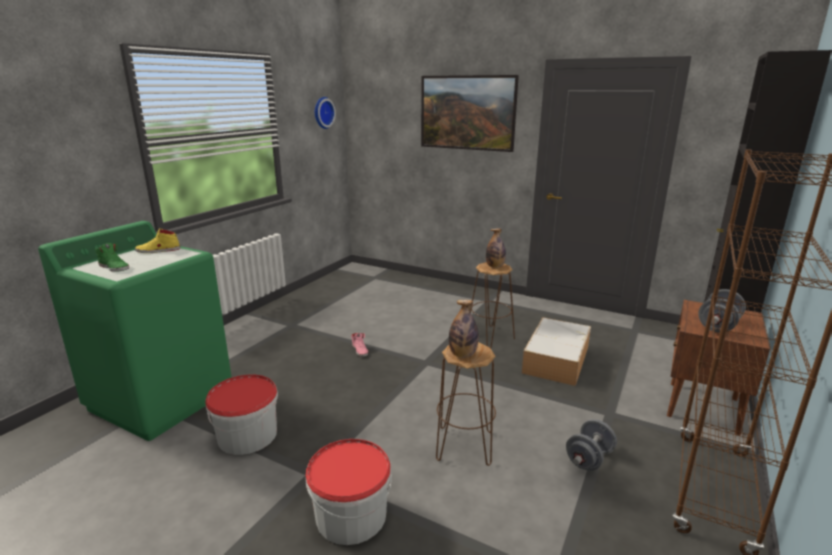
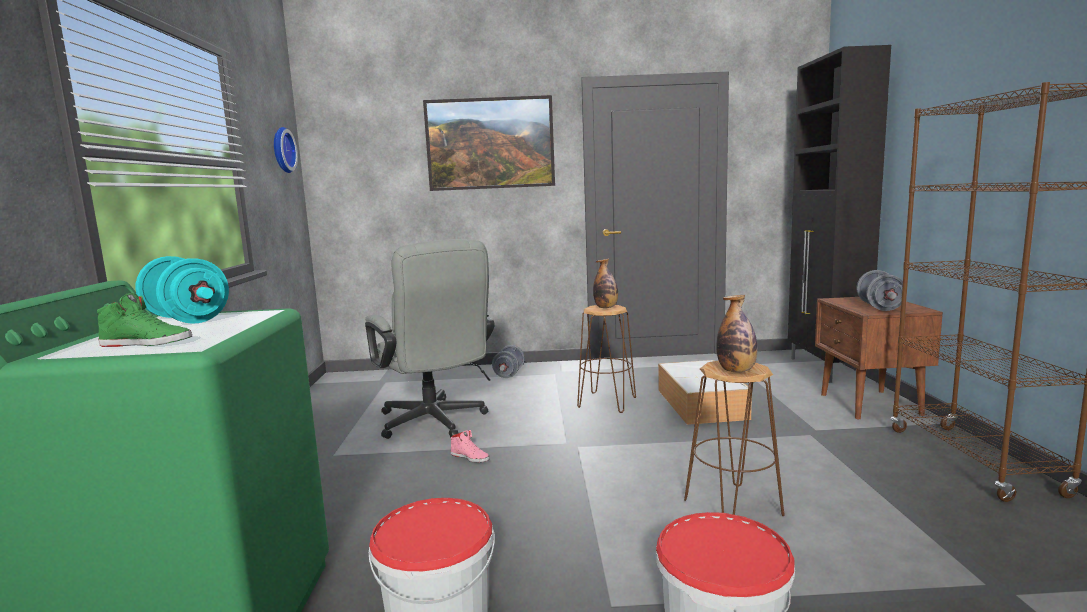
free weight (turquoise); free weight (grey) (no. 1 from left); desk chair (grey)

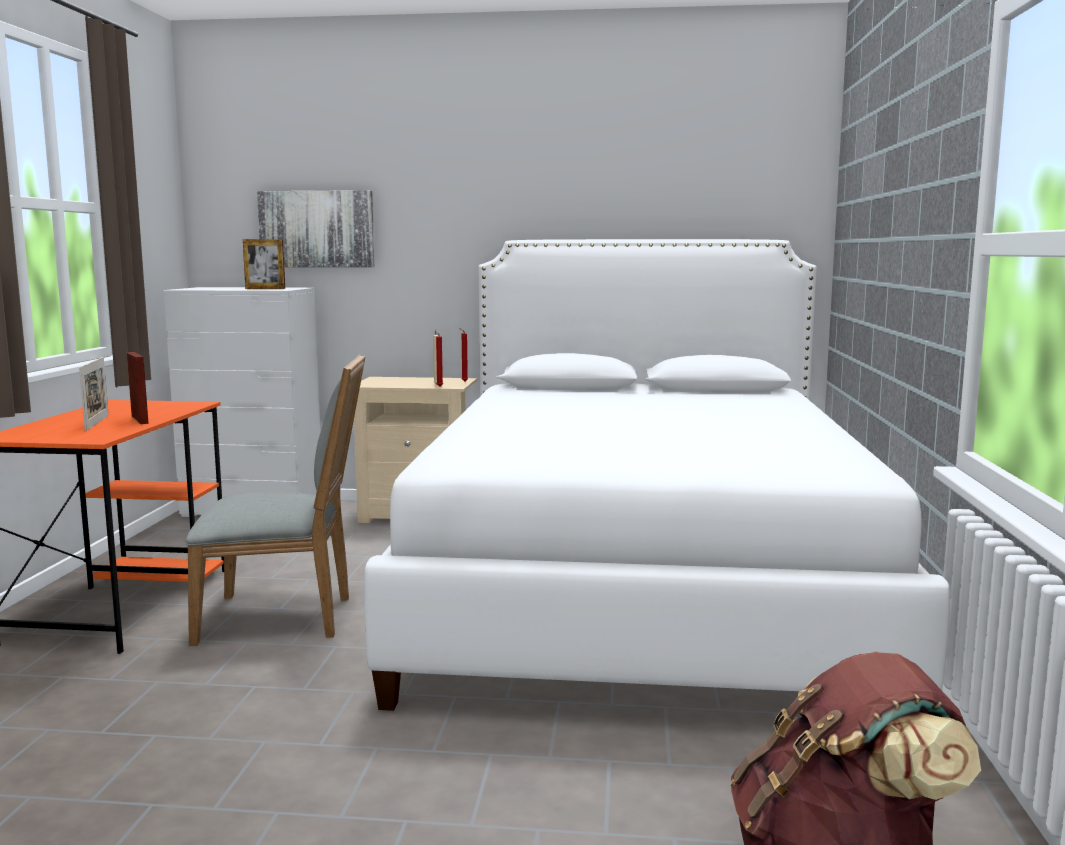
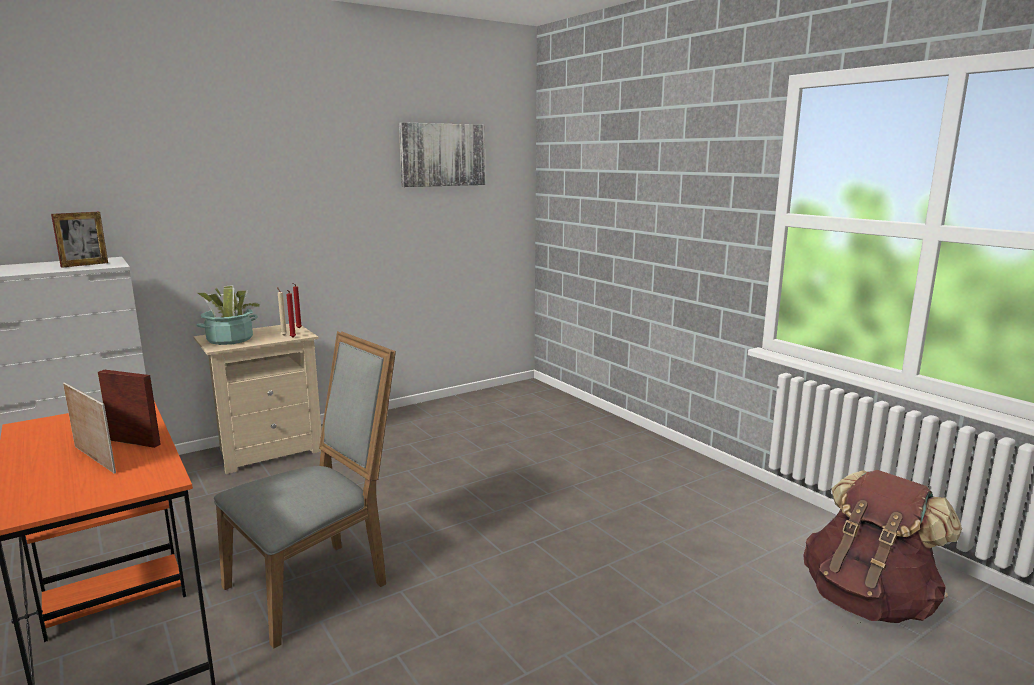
wall art; bed (white-coloured); houseplant

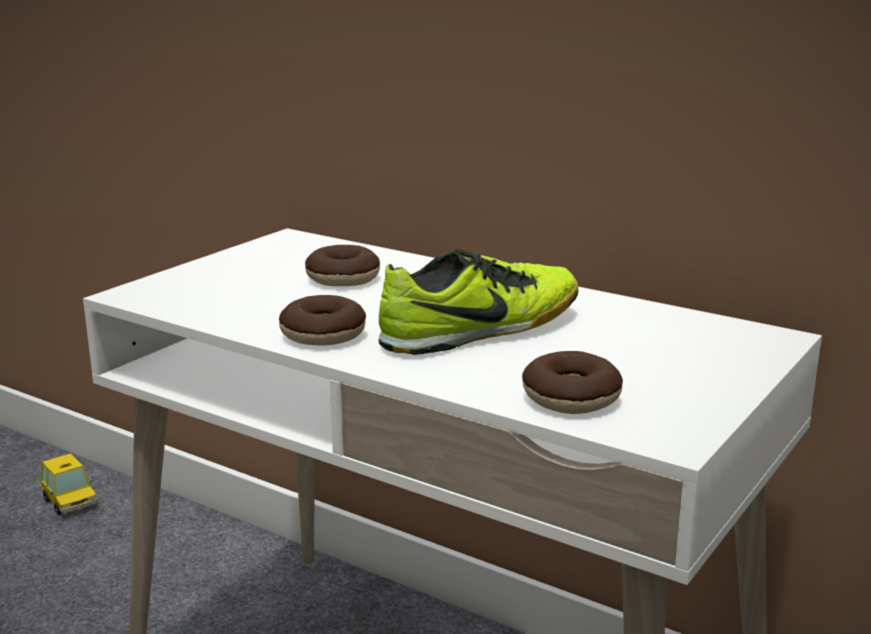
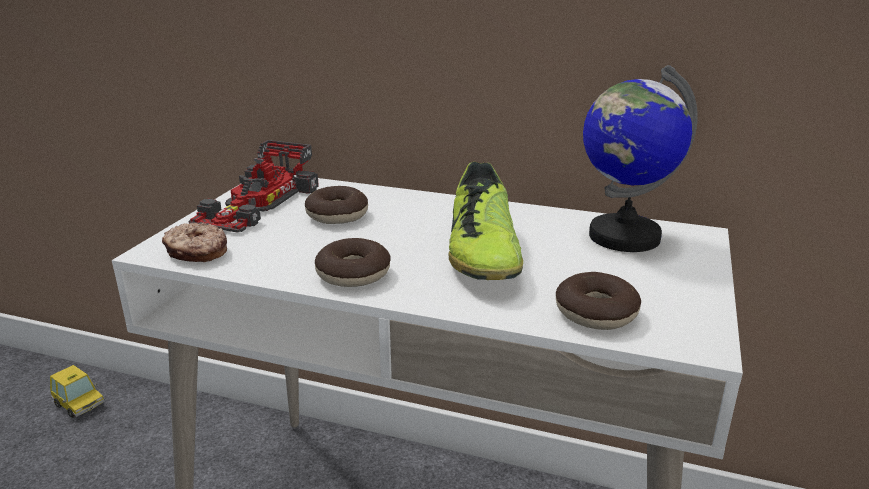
low shoe; ring doughnut (no. 1 from left); miniature car (no. 2 from left); desk globe

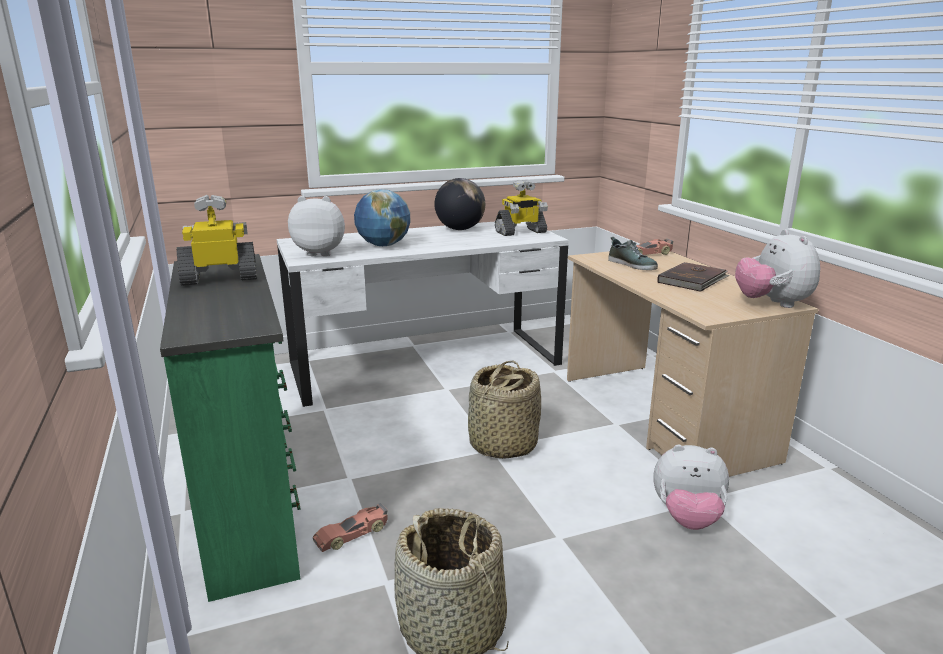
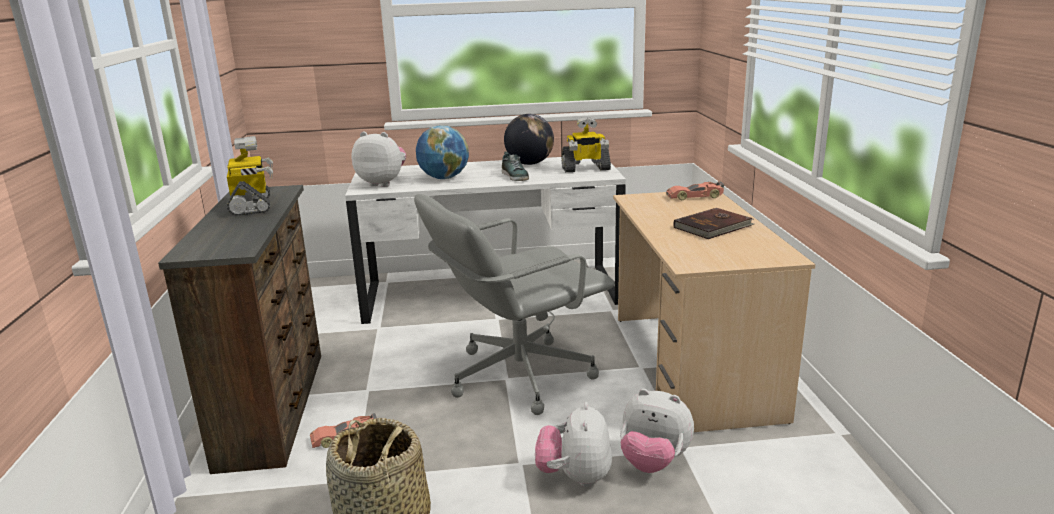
drawer chest (brown); model robot (no. 1 from left); desk chair (grey); low shoe; cuddly toy (no. 2 from left)

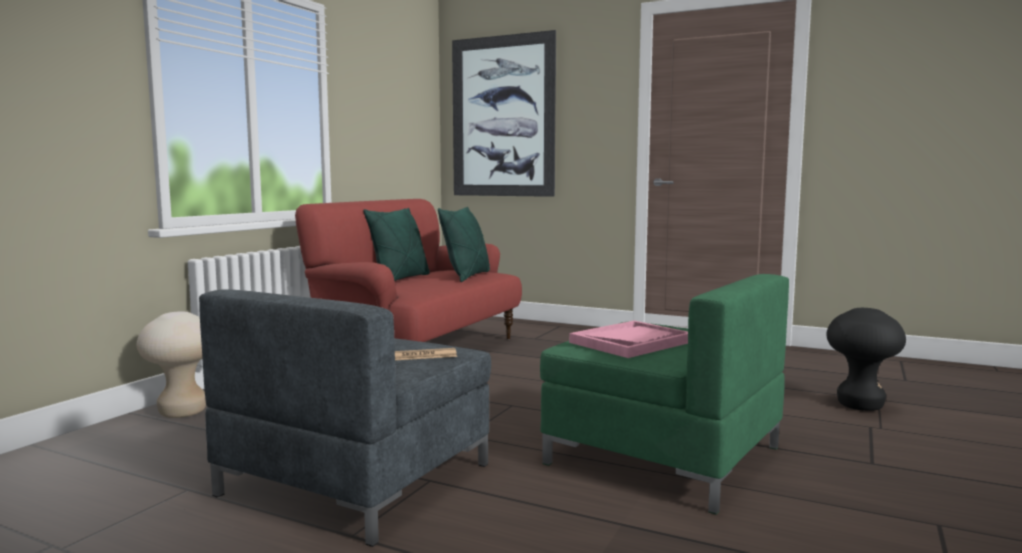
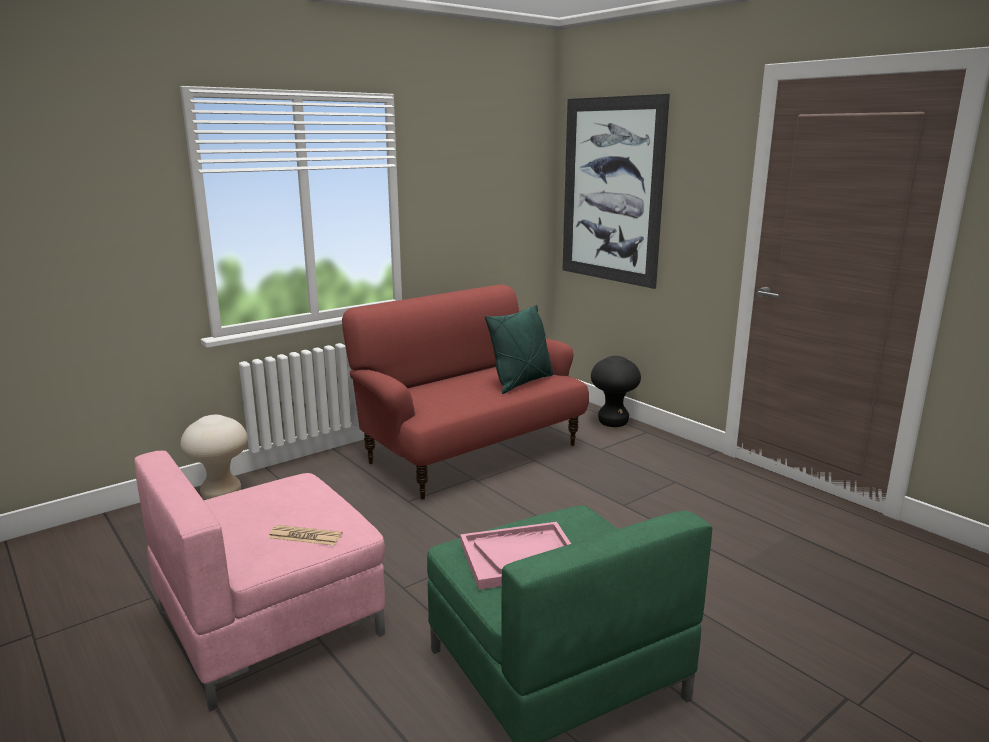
easy chair (pink); cushion (green-coloured) (no. 1 from left in the first image); stool seat (blackish)

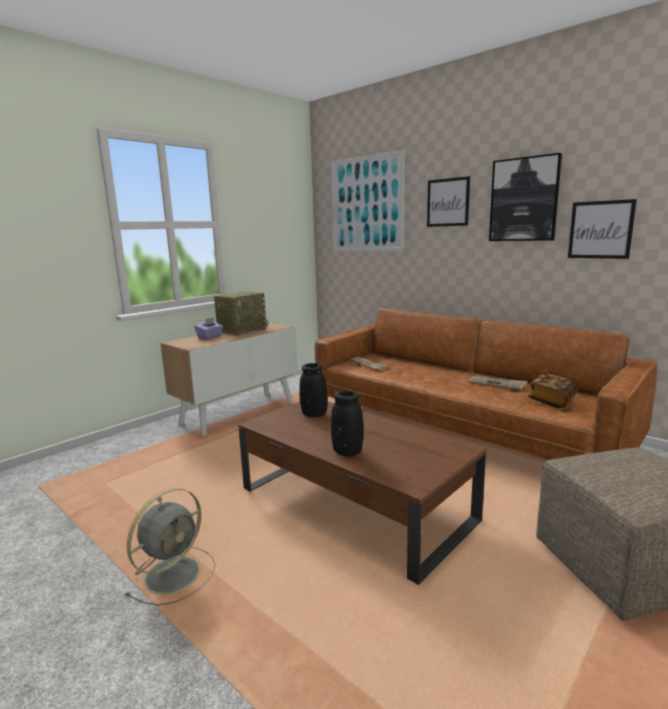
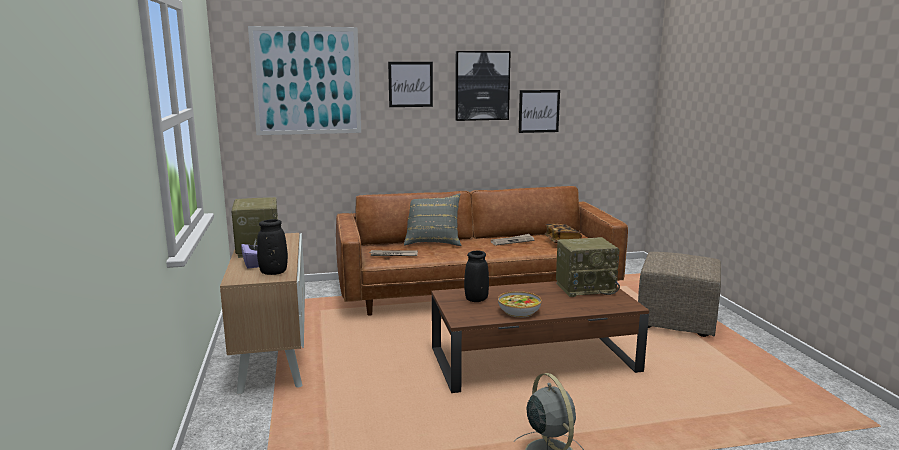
flower vase (blackish) (no. 1 from left); cushion (grey); deep dish; radio receiver (no. 2 from left)

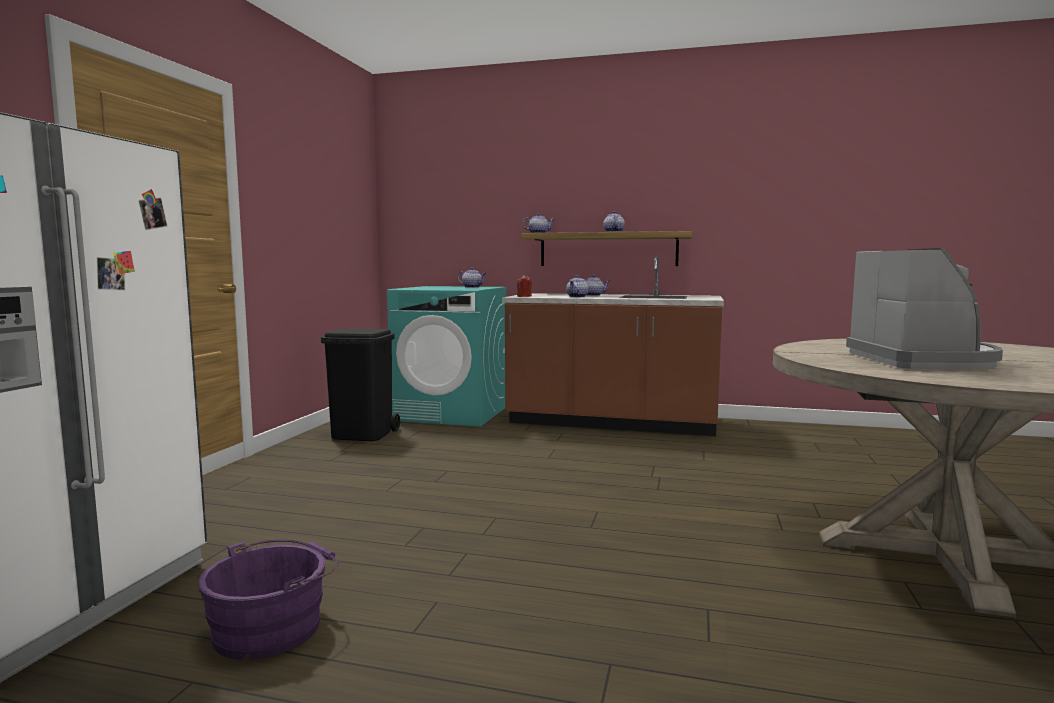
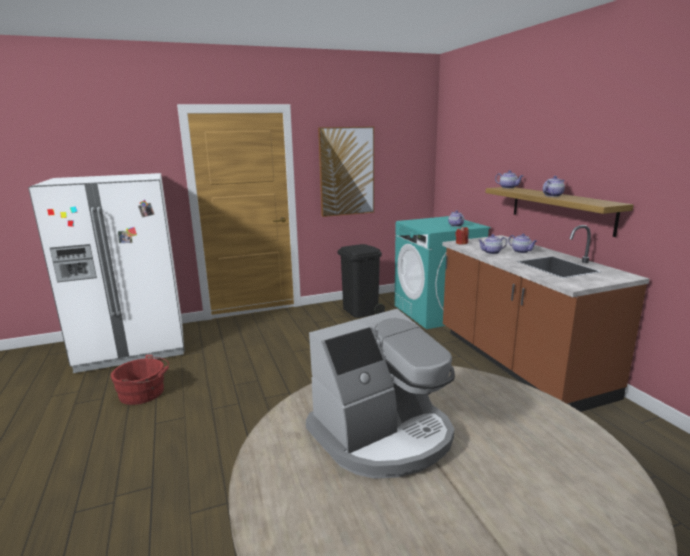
bucket (reddish); wall art

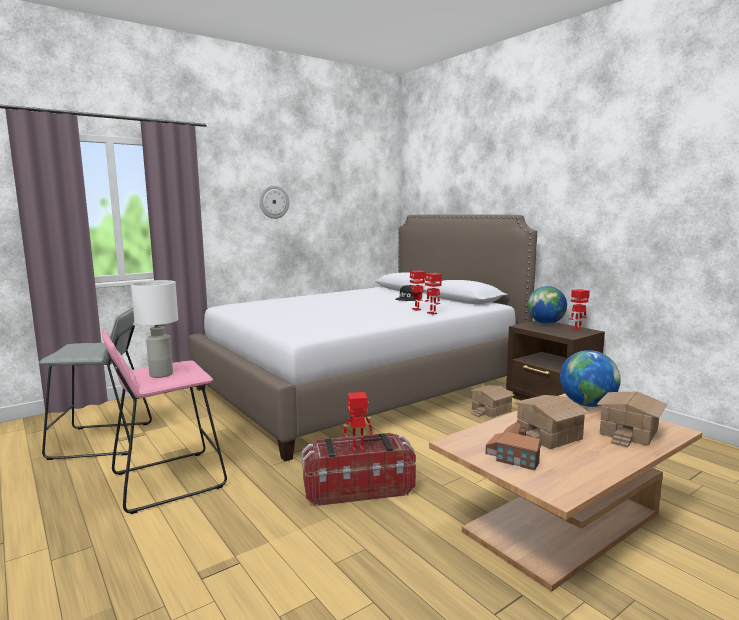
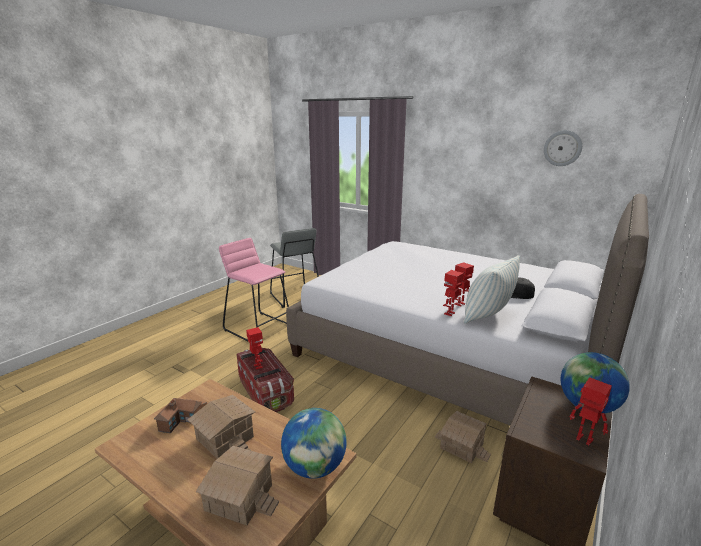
table lamp (white-coloured); clock on the wall; cushion

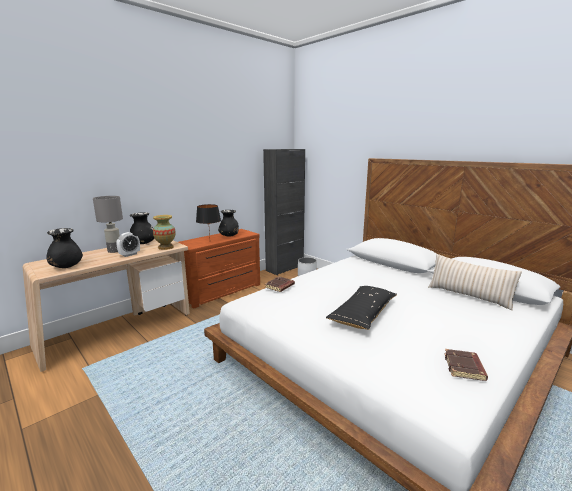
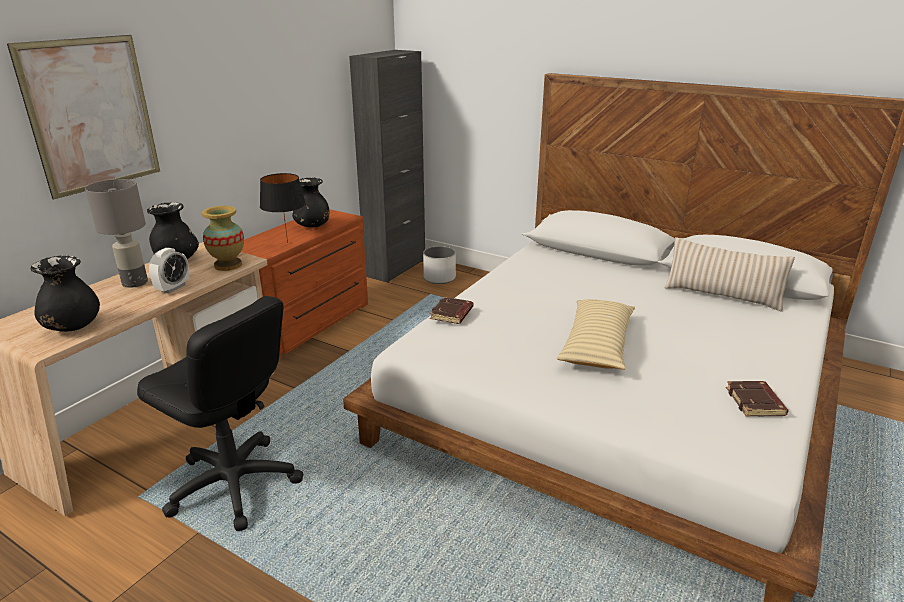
cushion (sand-coloured) (no. 1 from left); wall art; desk chair (blackish)

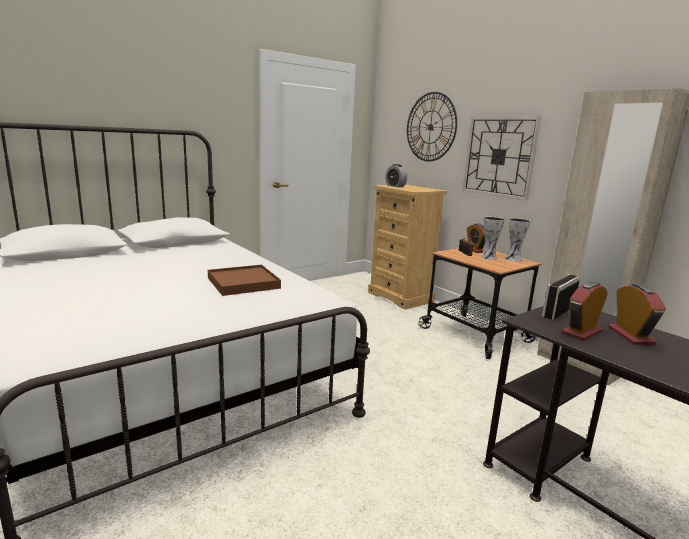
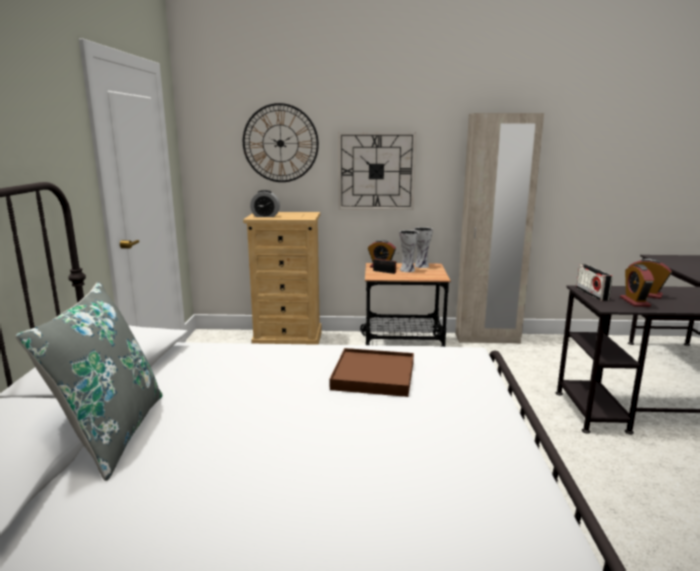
cushion (grey)

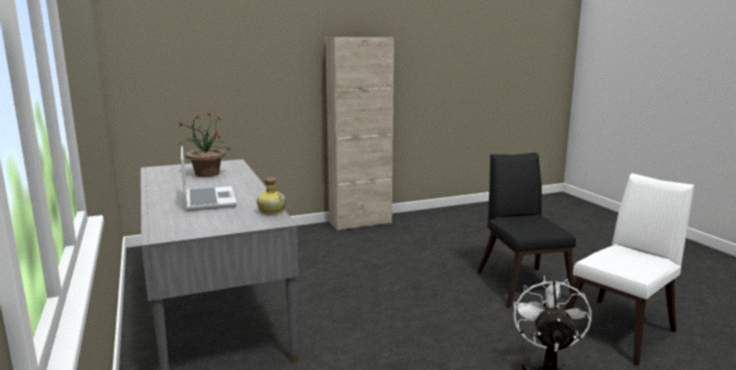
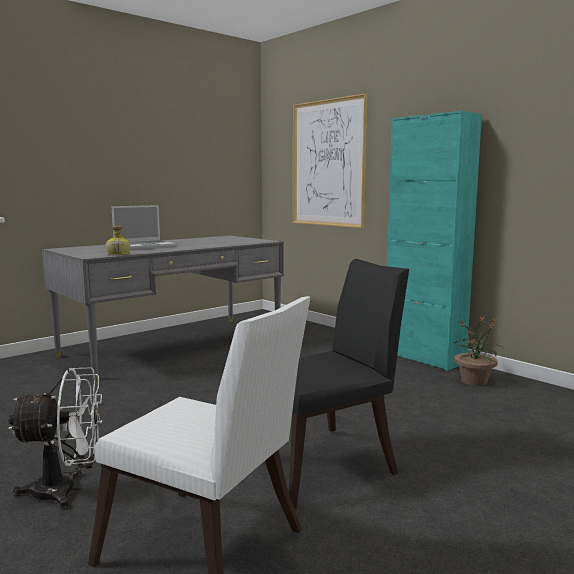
houseplant; cupboard (turquoise); wall art

